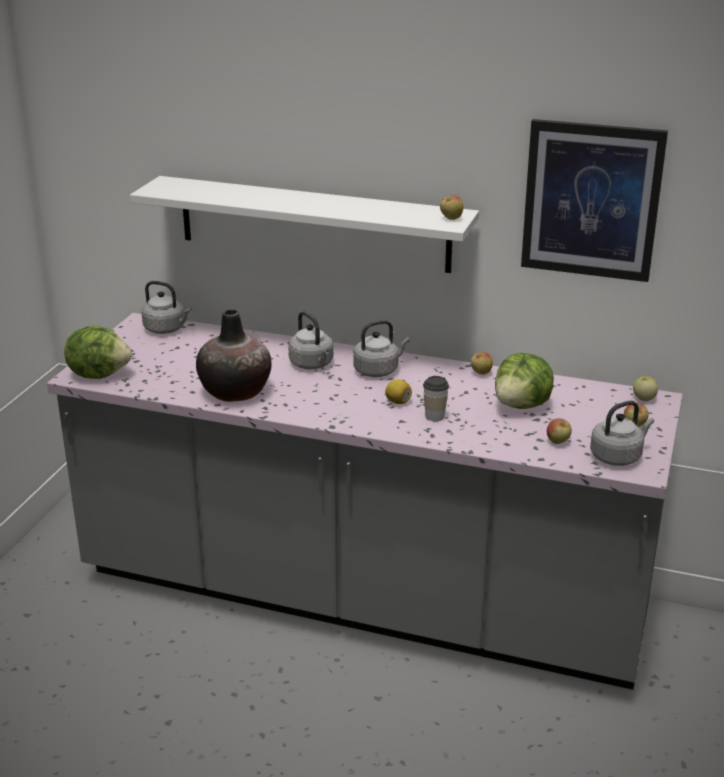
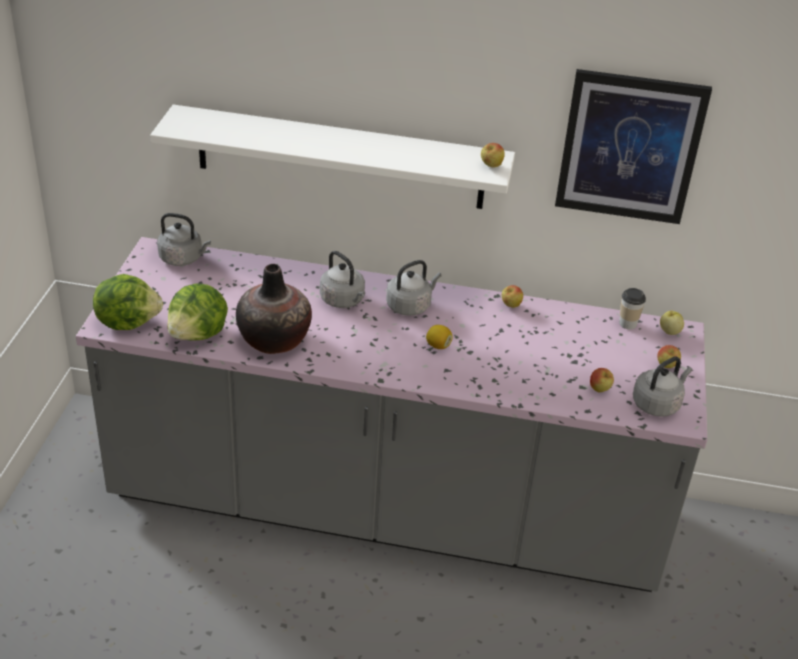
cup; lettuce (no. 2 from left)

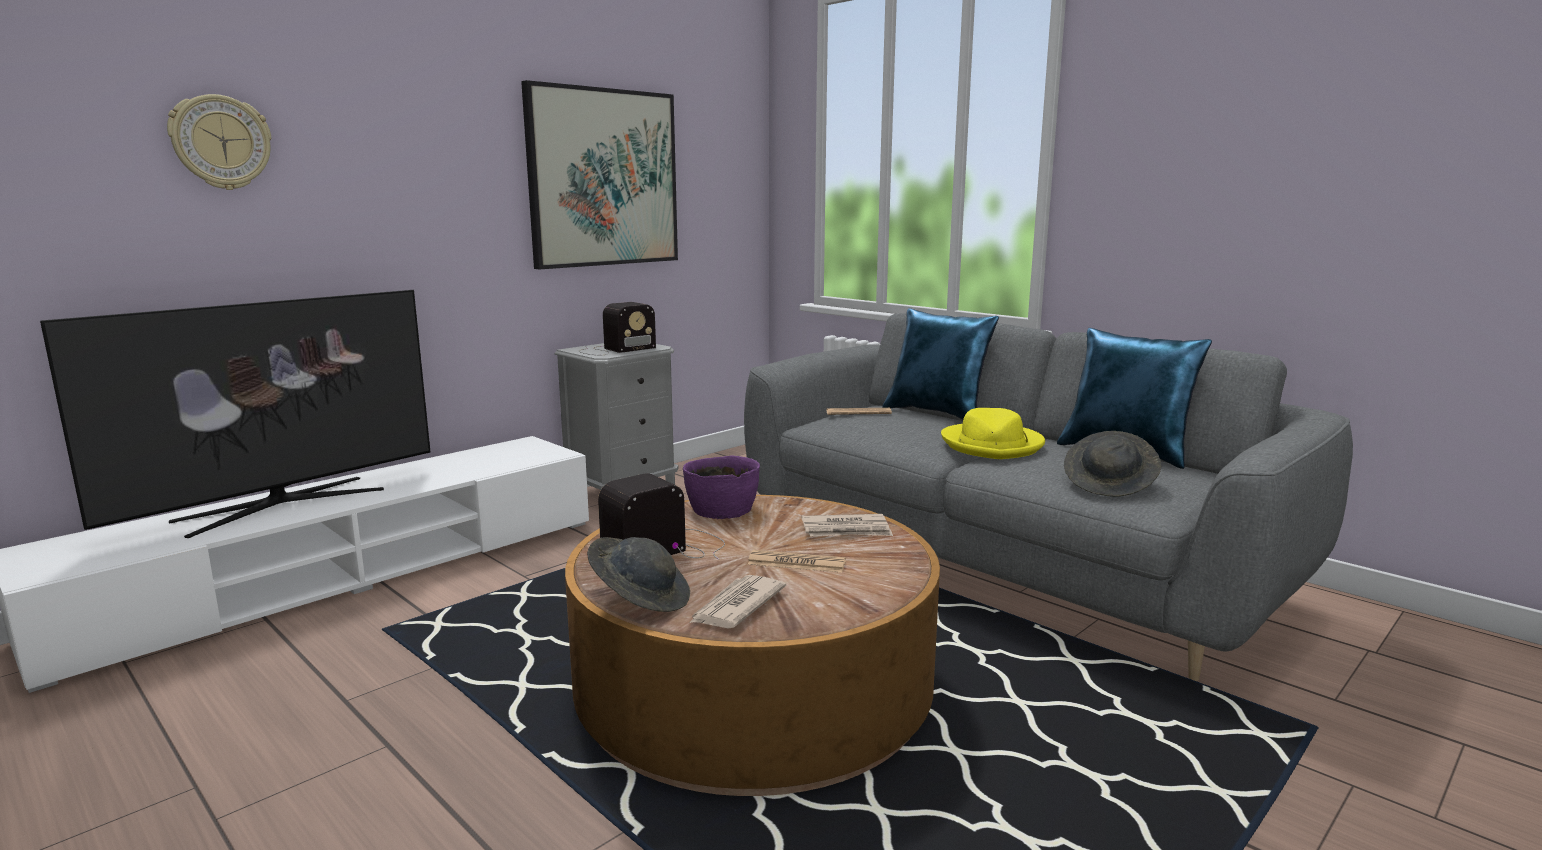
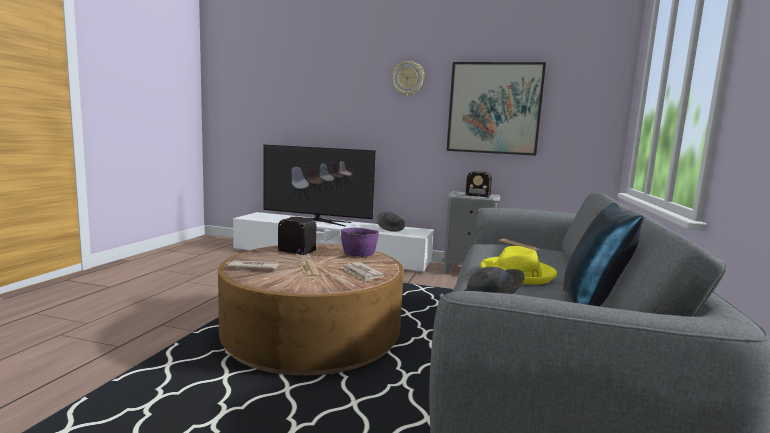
clock on the wall; hat (grey) (no. 1 from left); cushion (blue) (no. 1 from left in the first image)

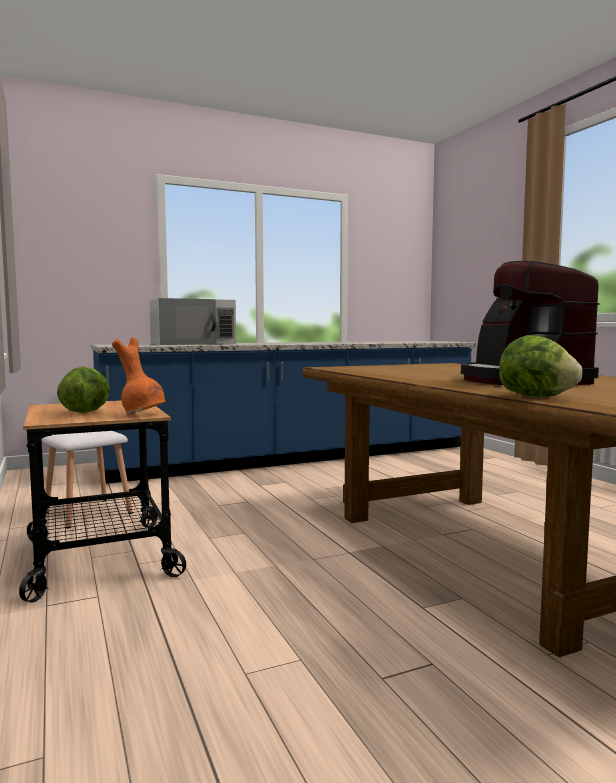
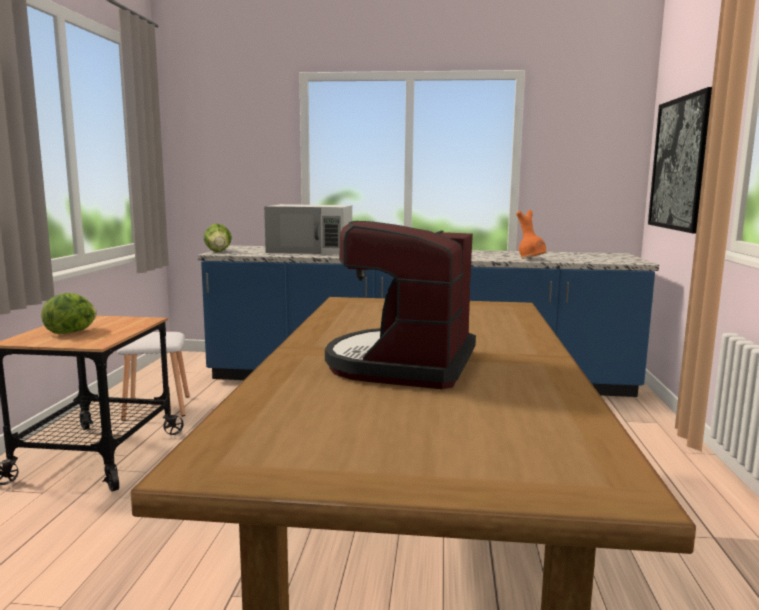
flower vase (orangey); lettuce (no. 2 from left); wall art

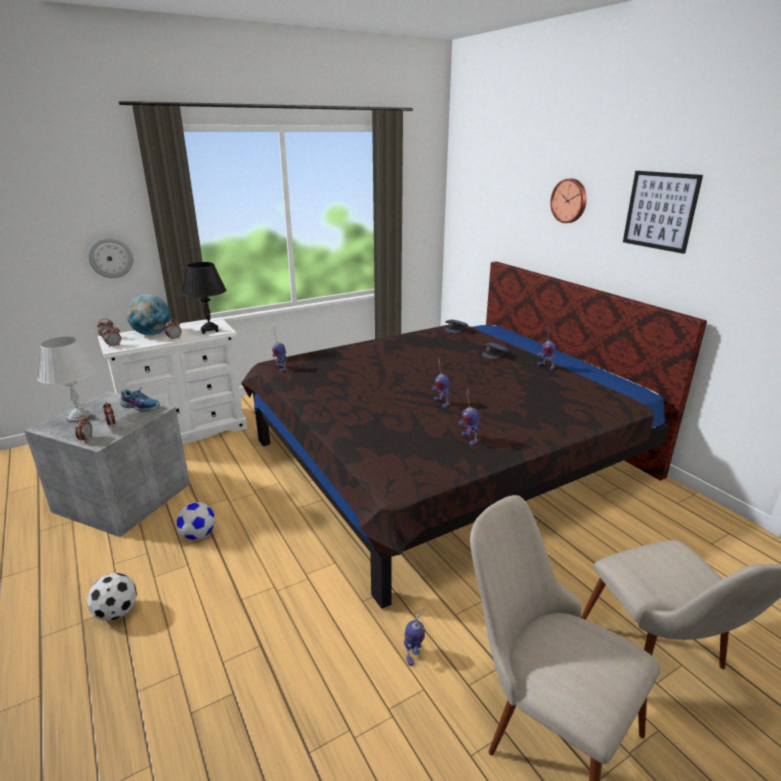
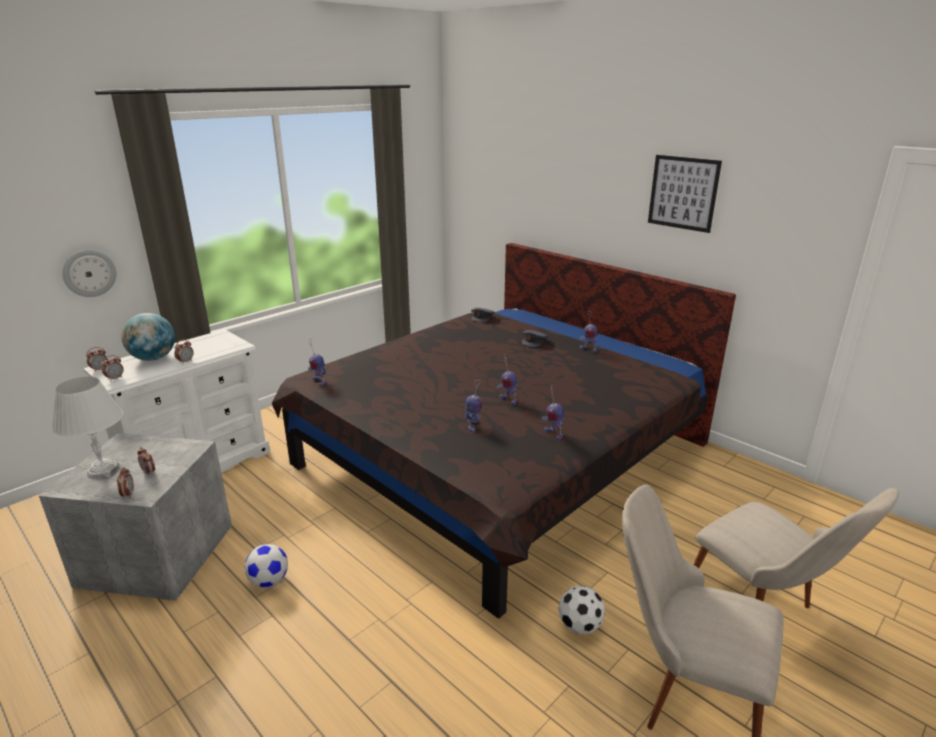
ball for football (no. 2 from left); low shoe; table lamp (blackish); model robot (no. 2 from left); clock on the wall (no. 2 from left in the first image)

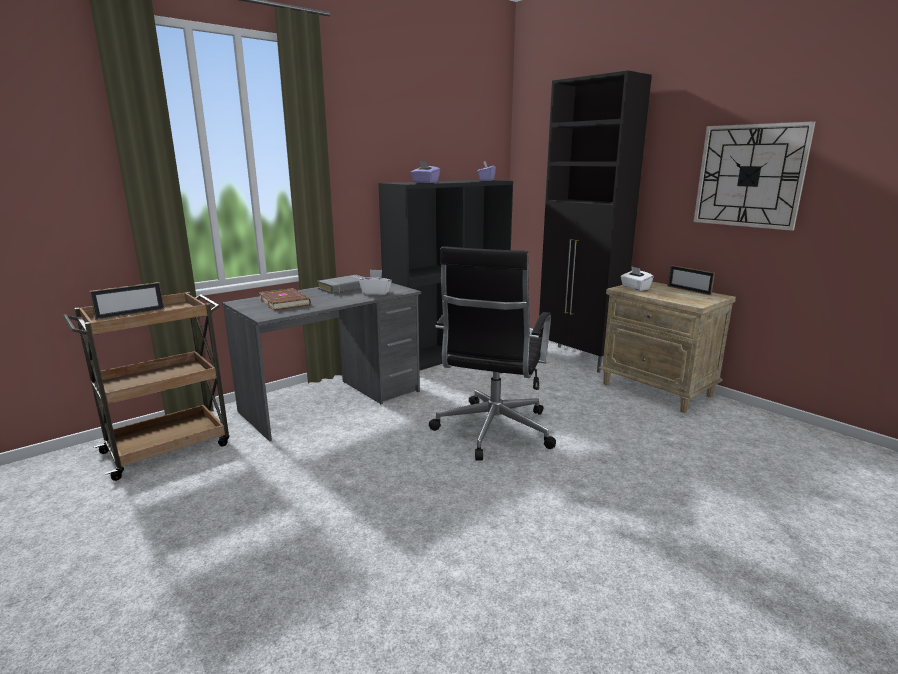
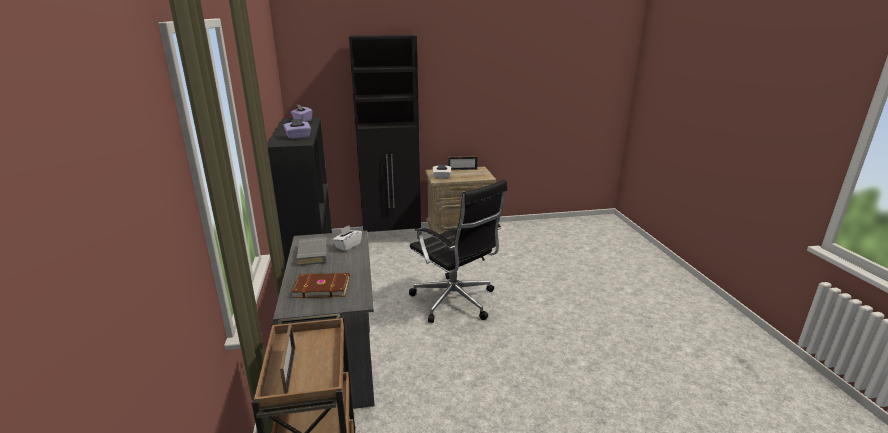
clock on the wall

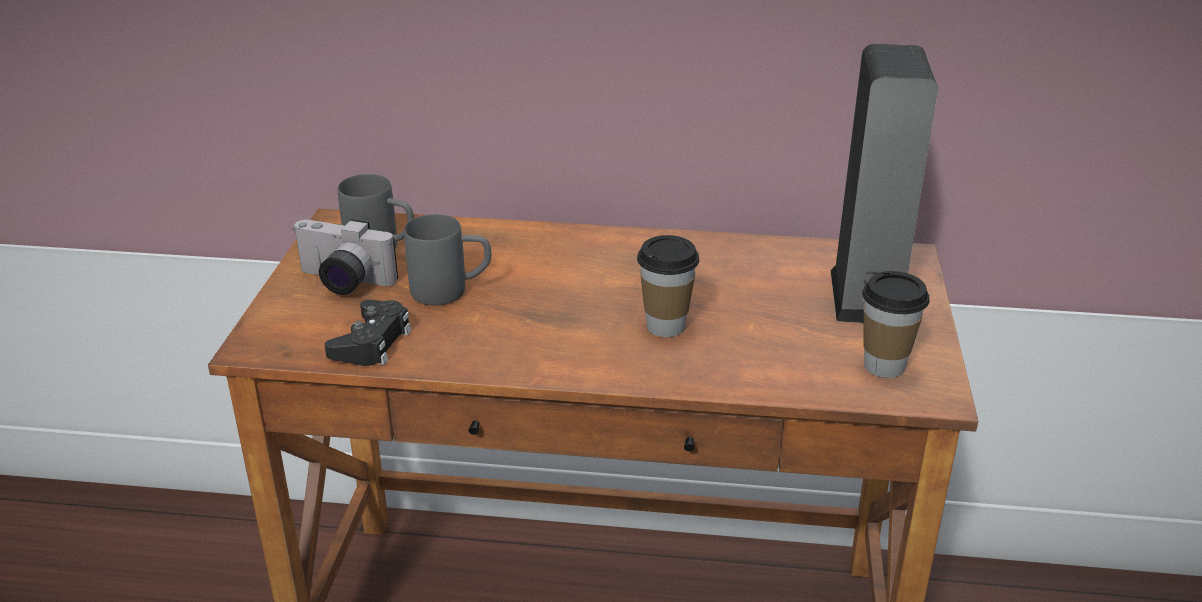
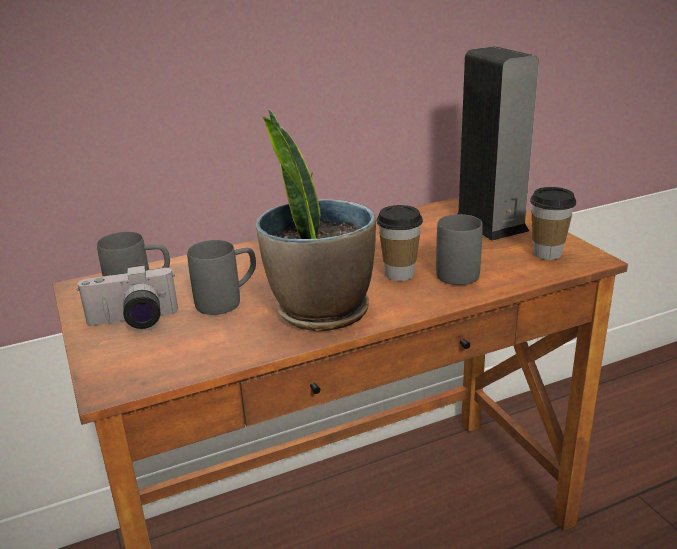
joypad (blackish); houseplant; coffee mug (grey) (no. 3 from left)

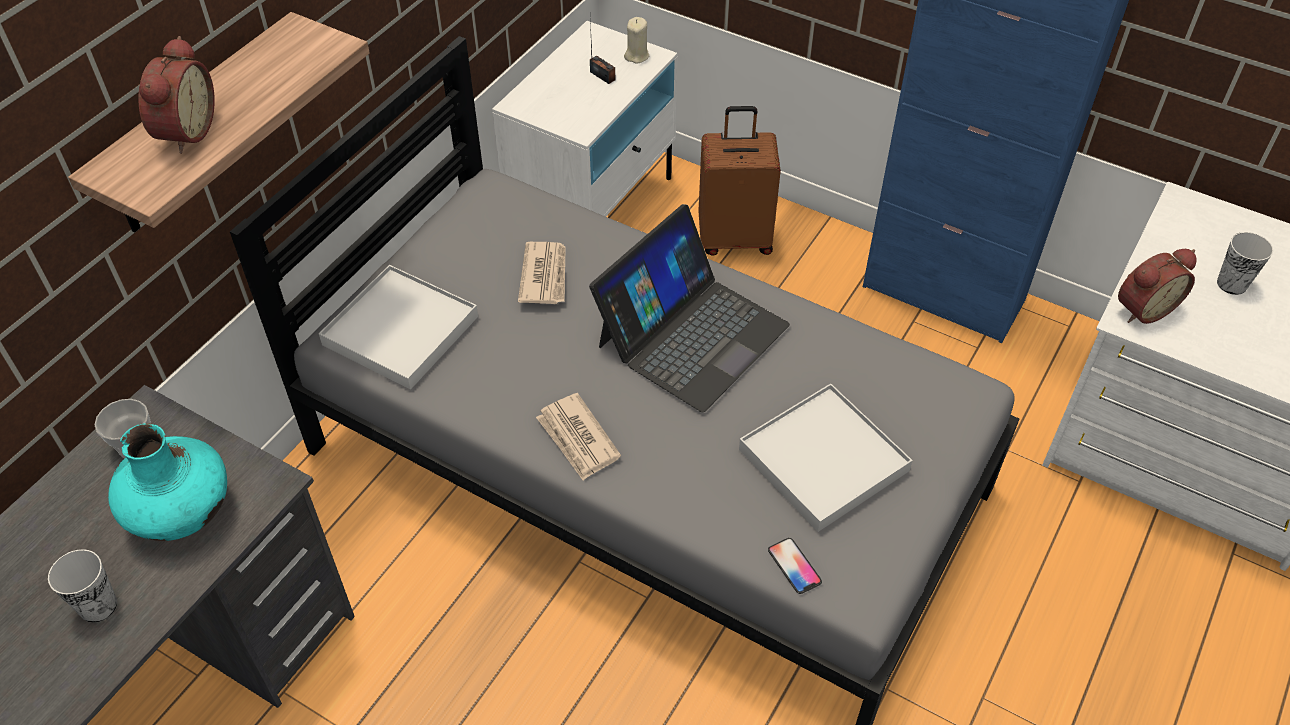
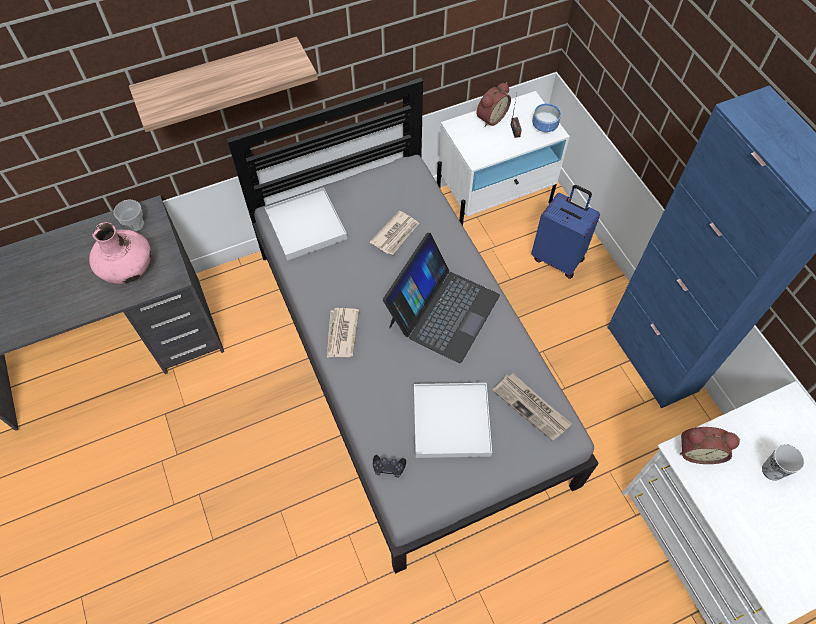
cup (no. 1 from left in the first image); flower vase (pink); table clock (no. 1 from left); portable computer; deep dish; piece of luggage (blue); joypad (blackish); daily paper (no. 3 from left)

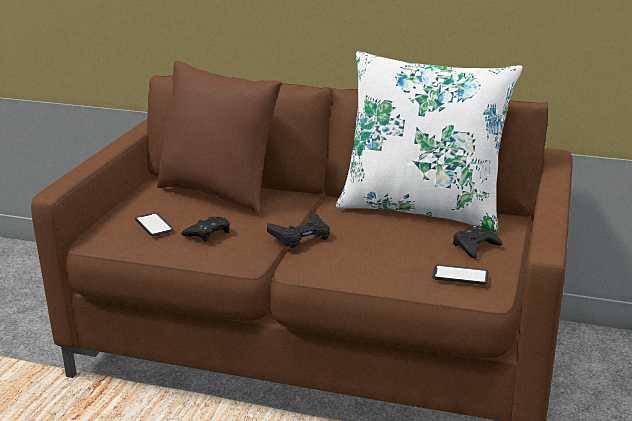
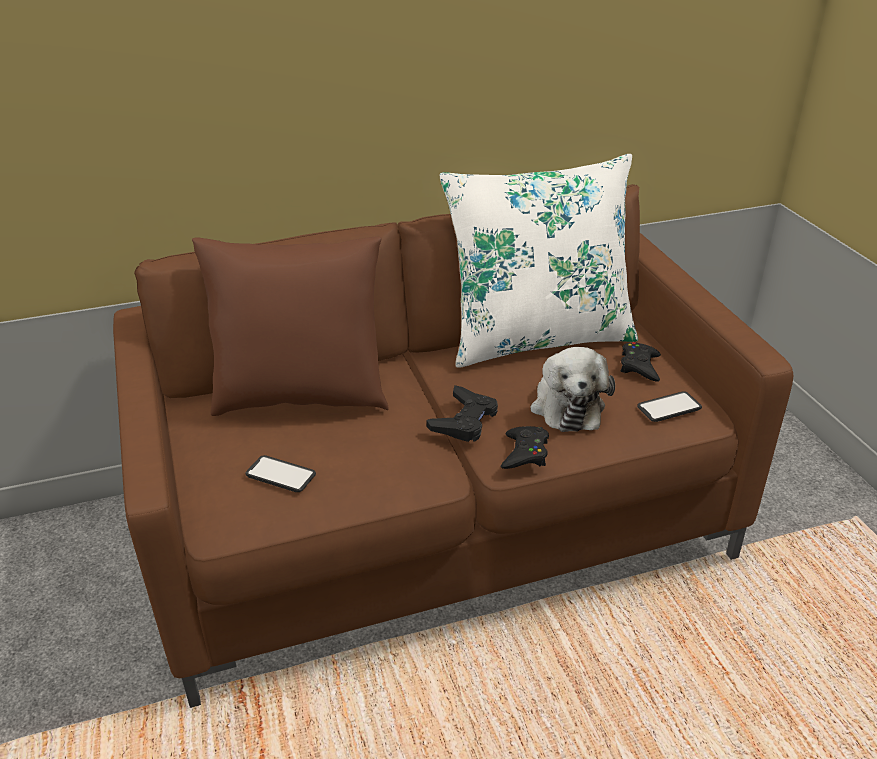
joypad (blackish) (no. 2 from left); cuddly toy

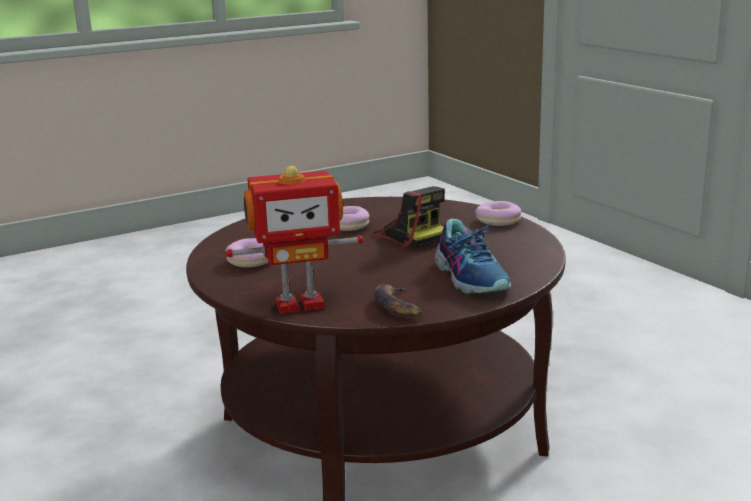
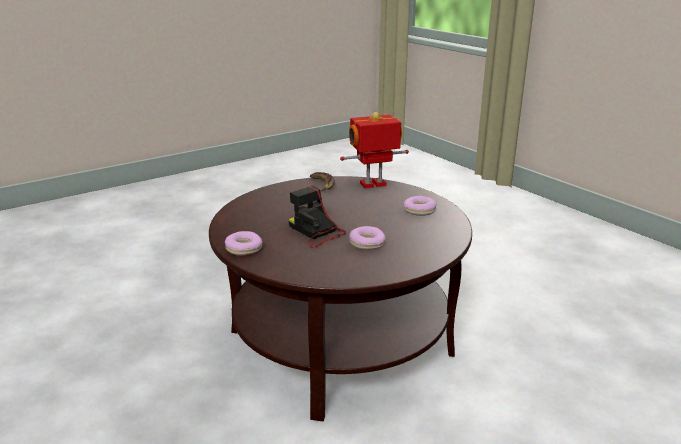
low shoe

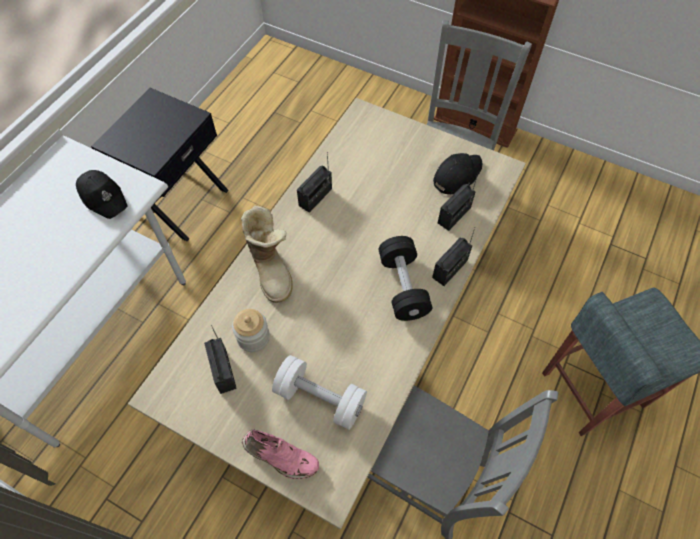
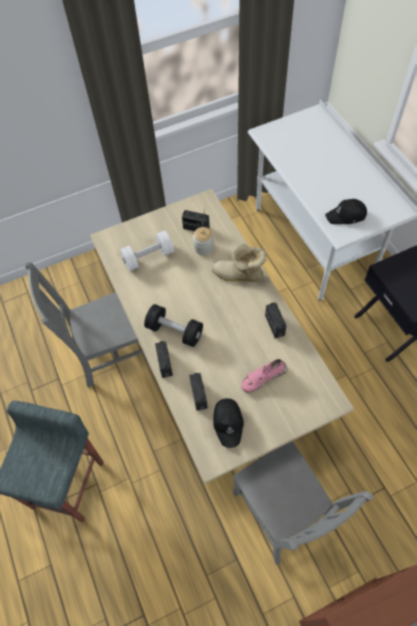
low shoe (pink)

